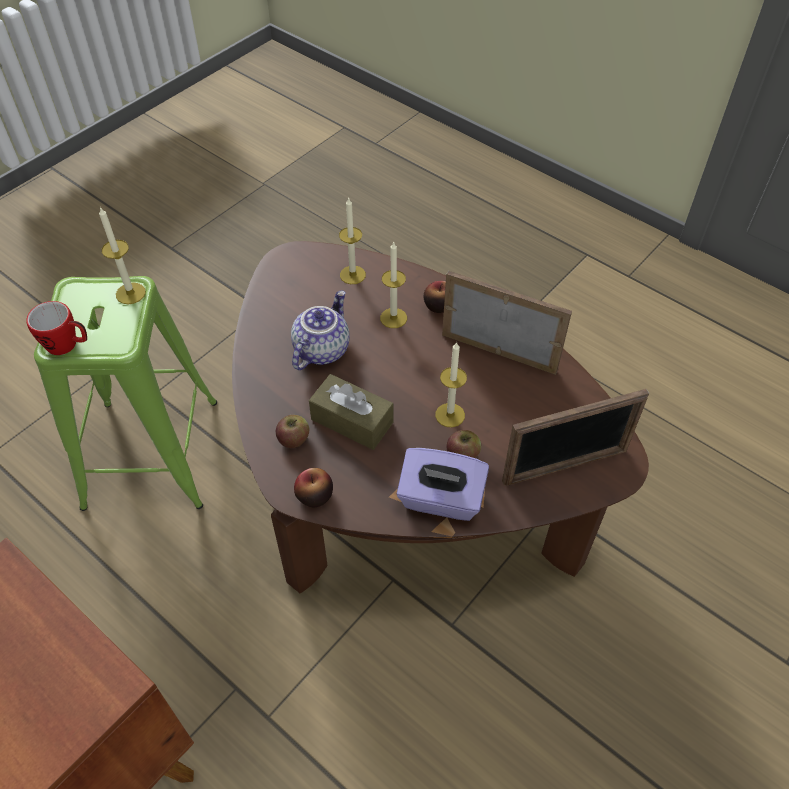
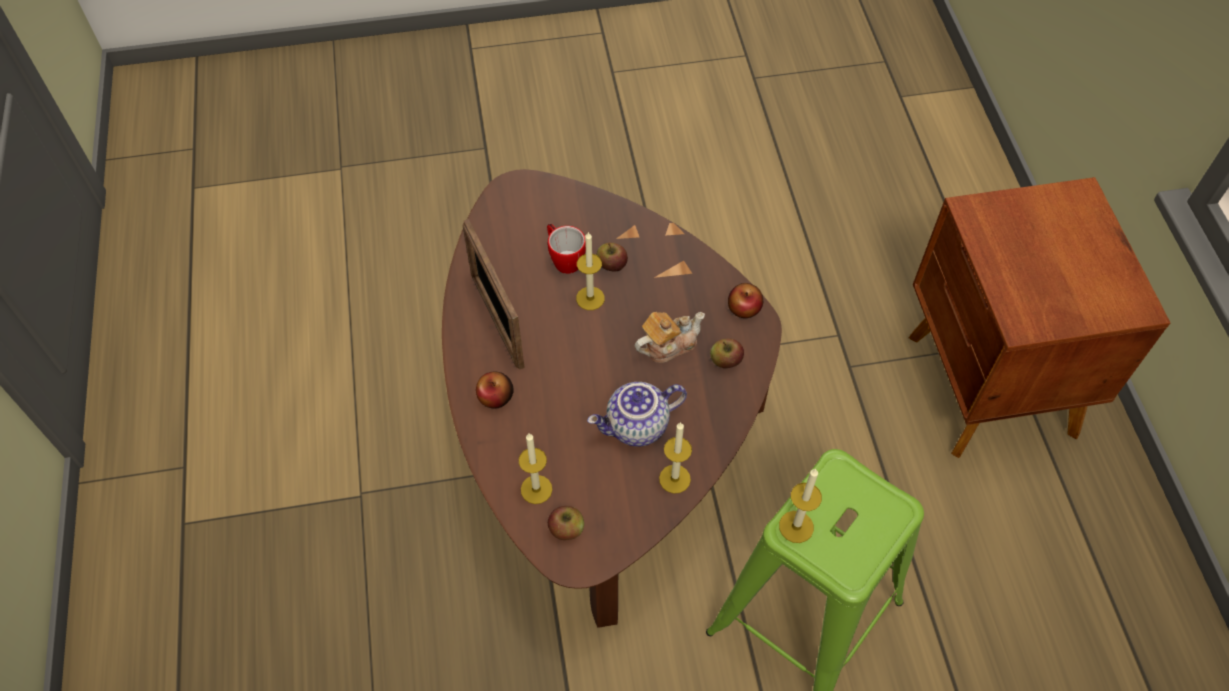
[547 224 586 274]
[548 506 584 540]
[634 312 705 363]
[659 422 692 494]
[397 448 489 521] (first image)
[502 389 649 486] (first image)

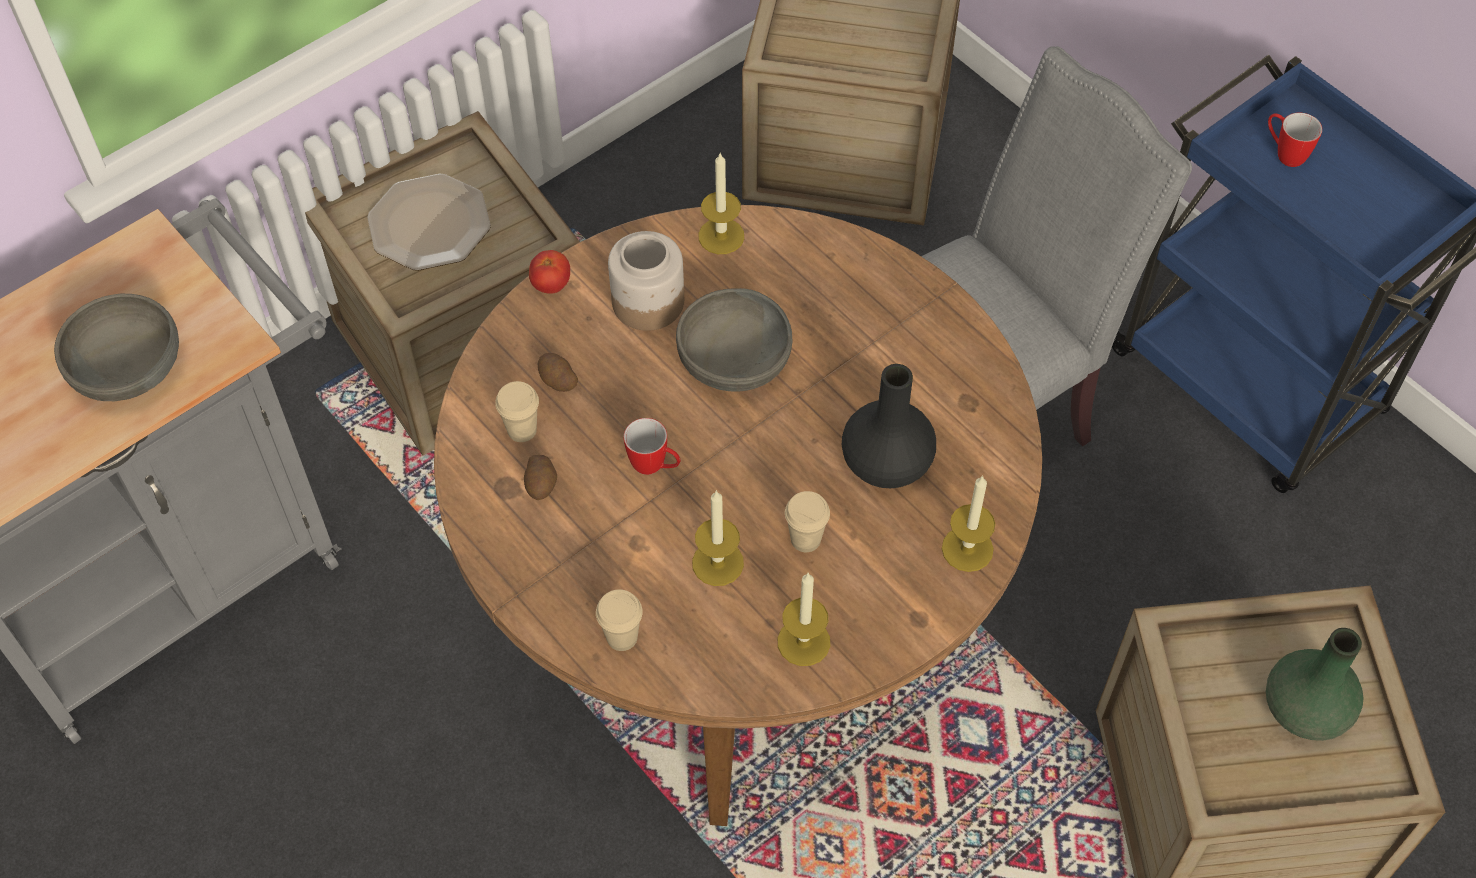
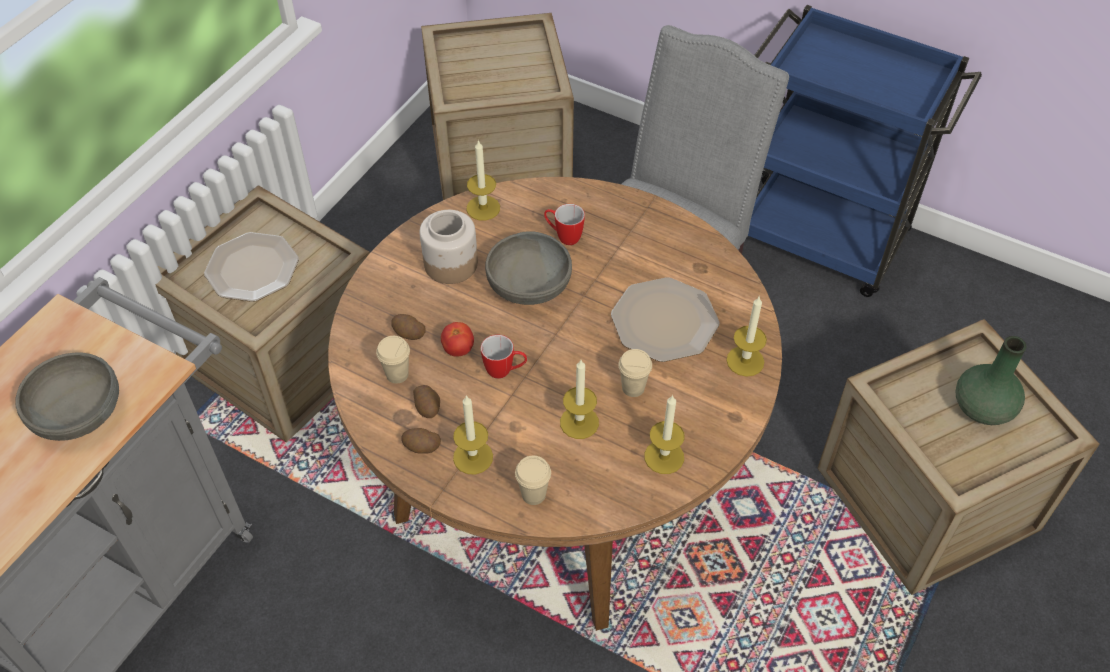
[401 428 441 454]
[441 322 474 357]
[453 395 493 474]
[544 204 585 245]
[611 277 719 362]

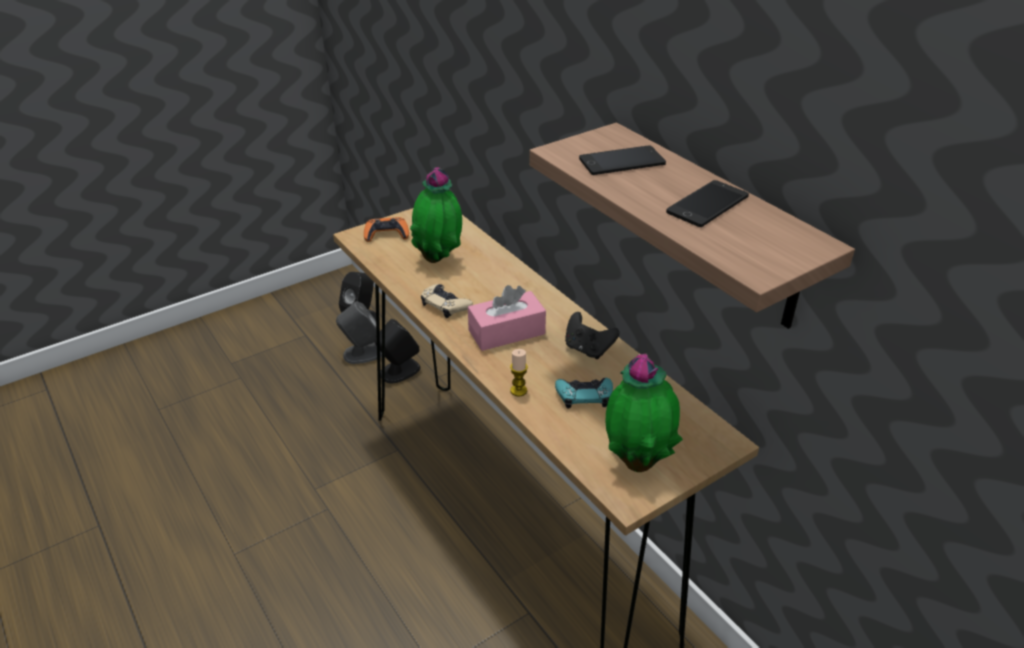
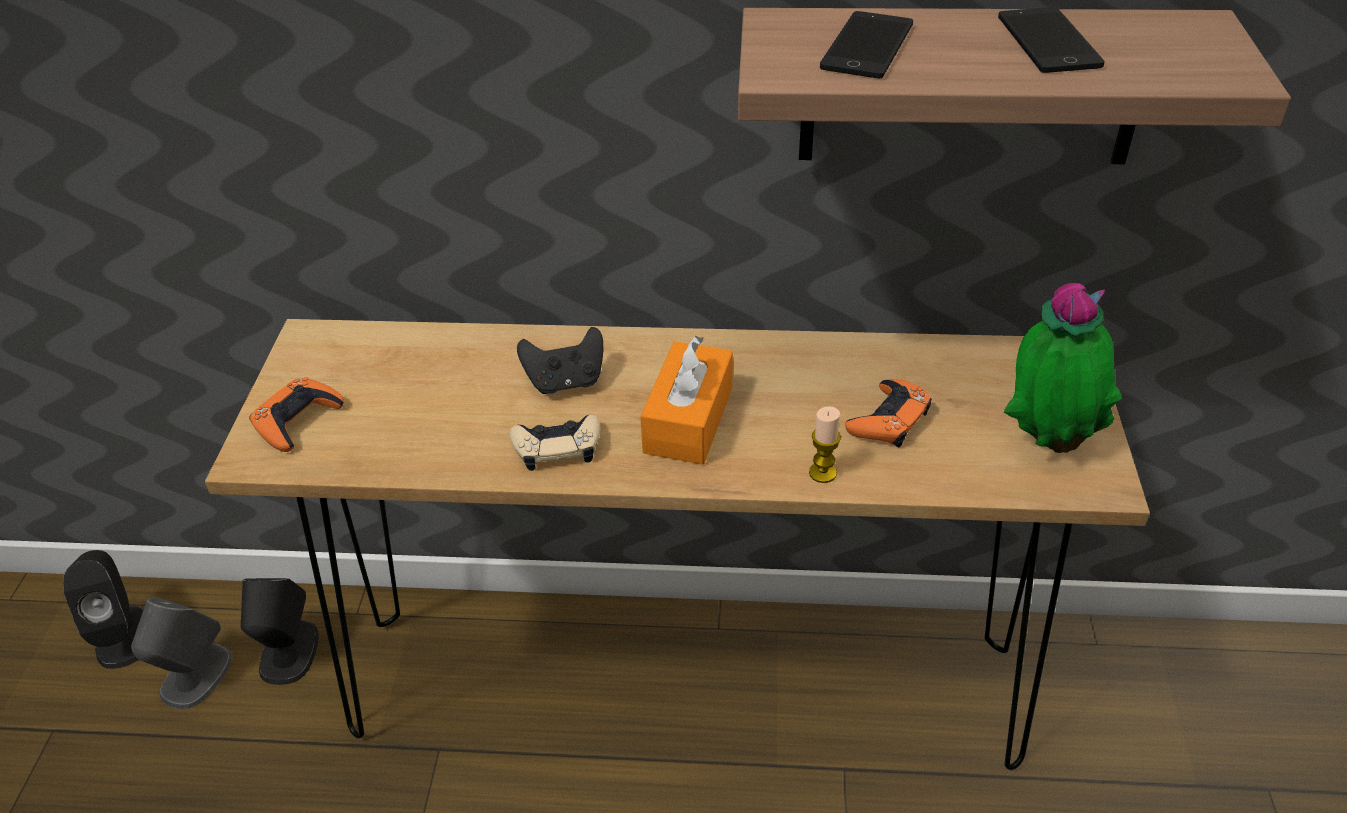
[517 327 603 394]
[640 336 733 465]
[845 379 932 447]
[410 167 462 263] (first image)

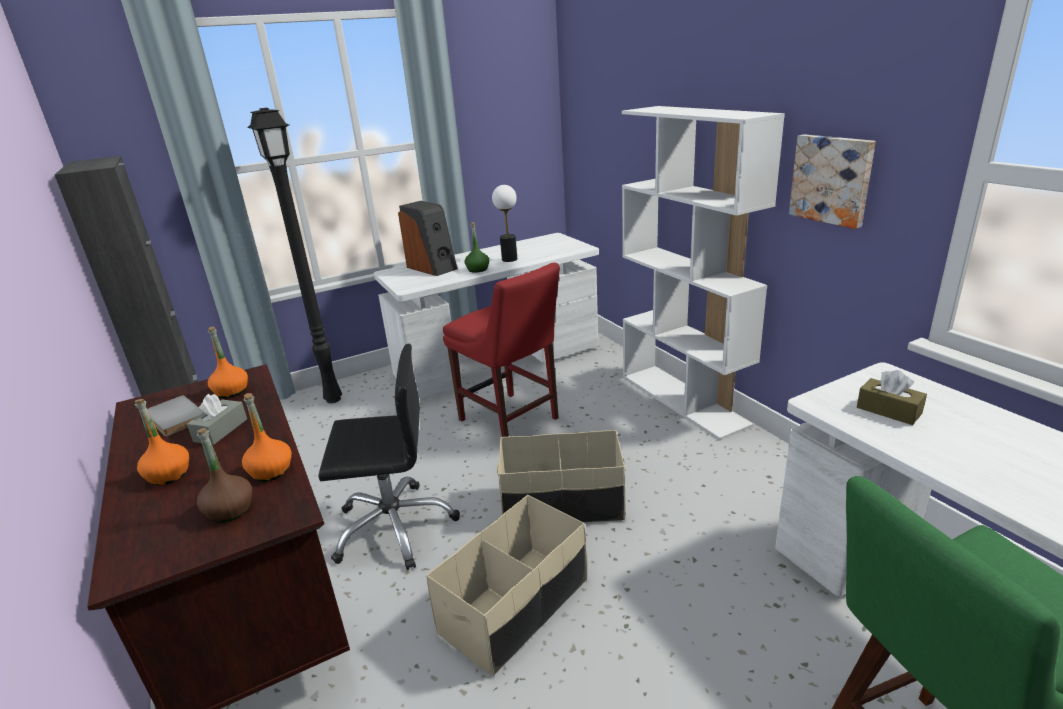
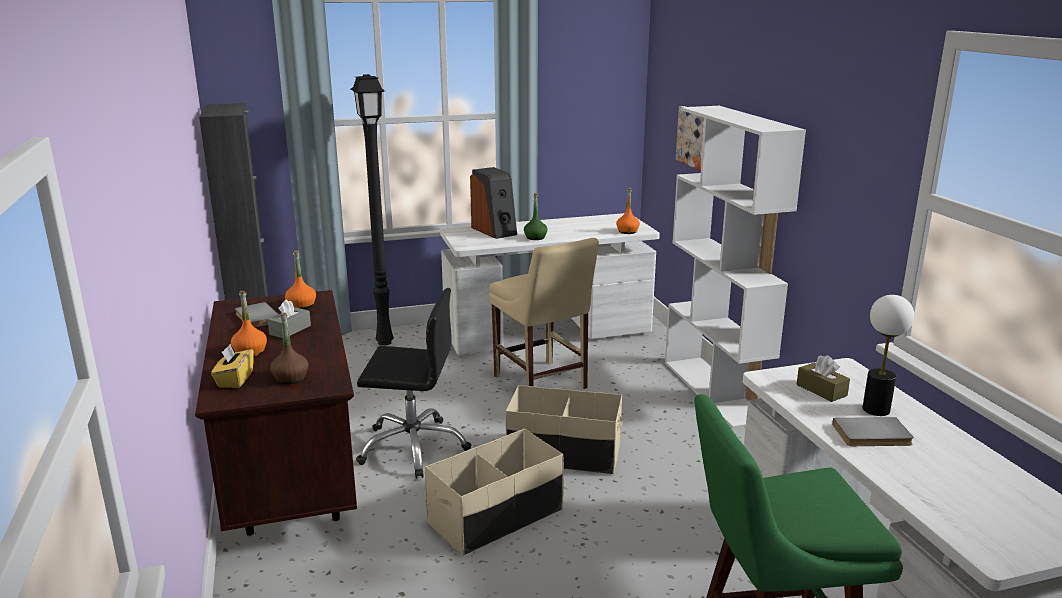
[211 344 254 388]
[489 238 599 389]
[616 188 640 234]
[676 106 705 170]
[832 417 914 446]
[862 295 914 416]

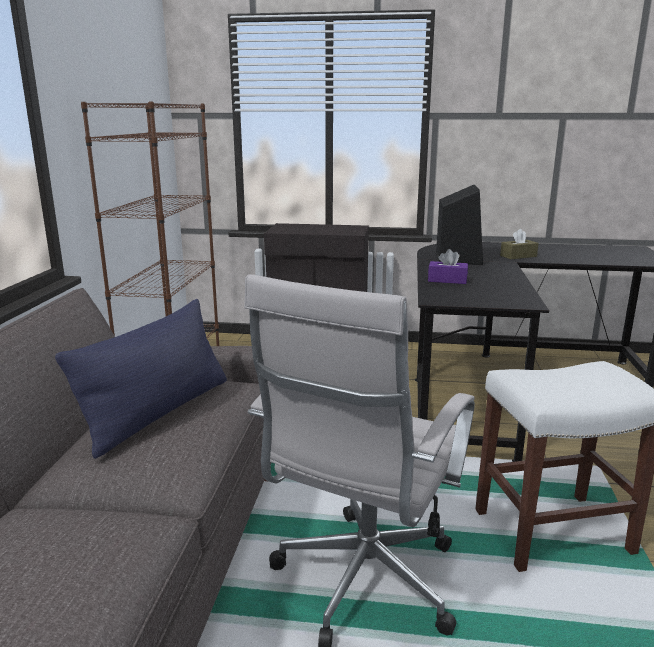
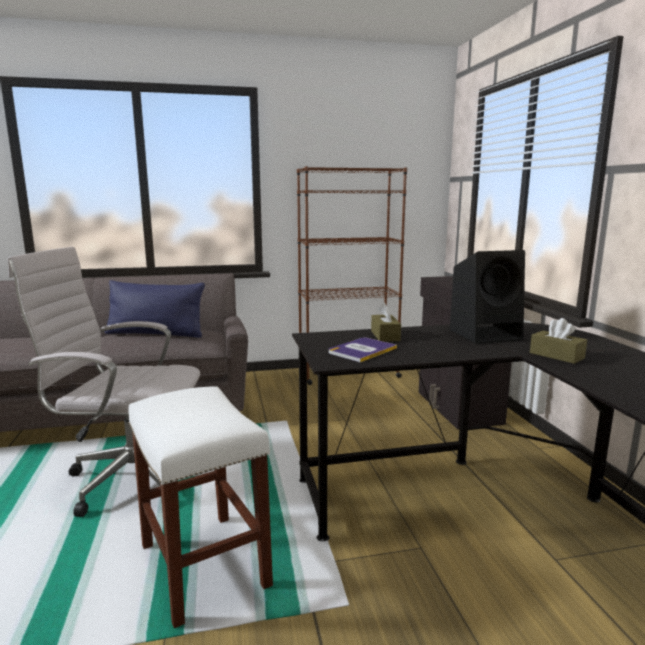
[329 338 397 362]
[371 303 401 342]

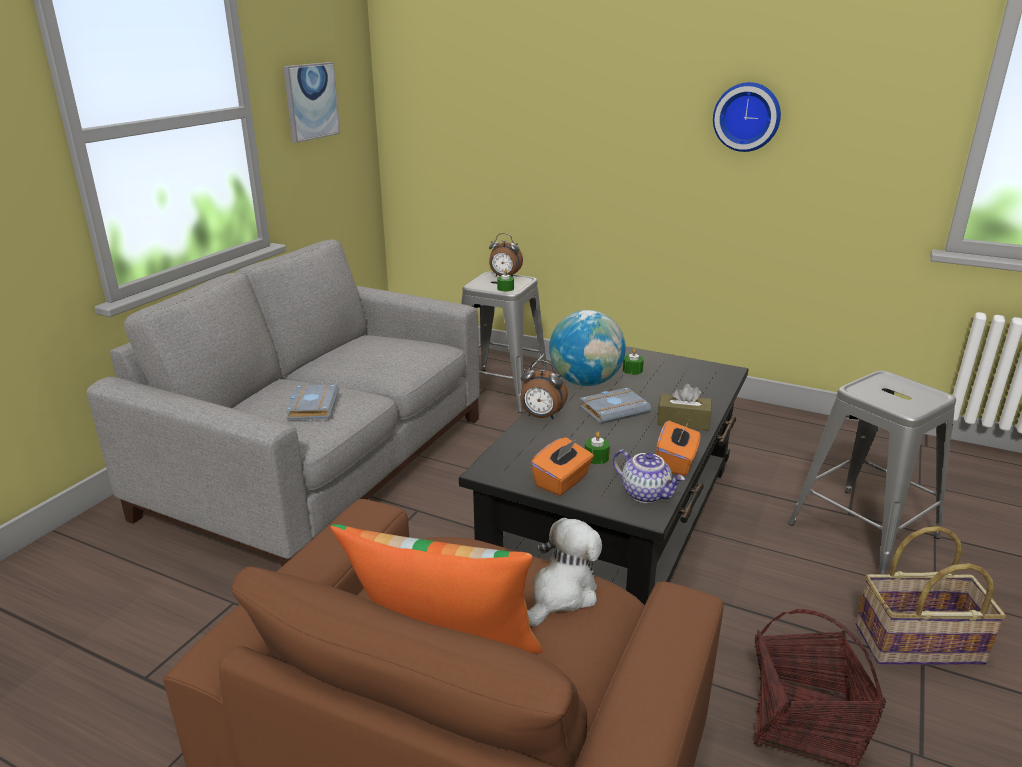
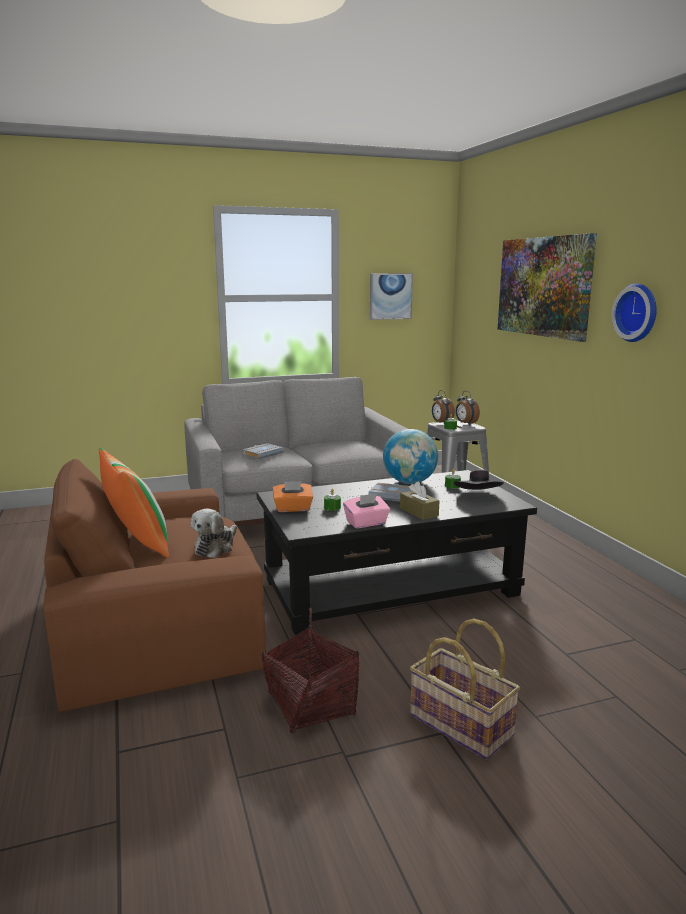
[191 509 237 558]
[343 494 390 529]
[432 390 455 423]
[454 469 504 490]
[497 233 597 342]
[613 450 685 503] (first image)
[788 371 956 574] (first image)

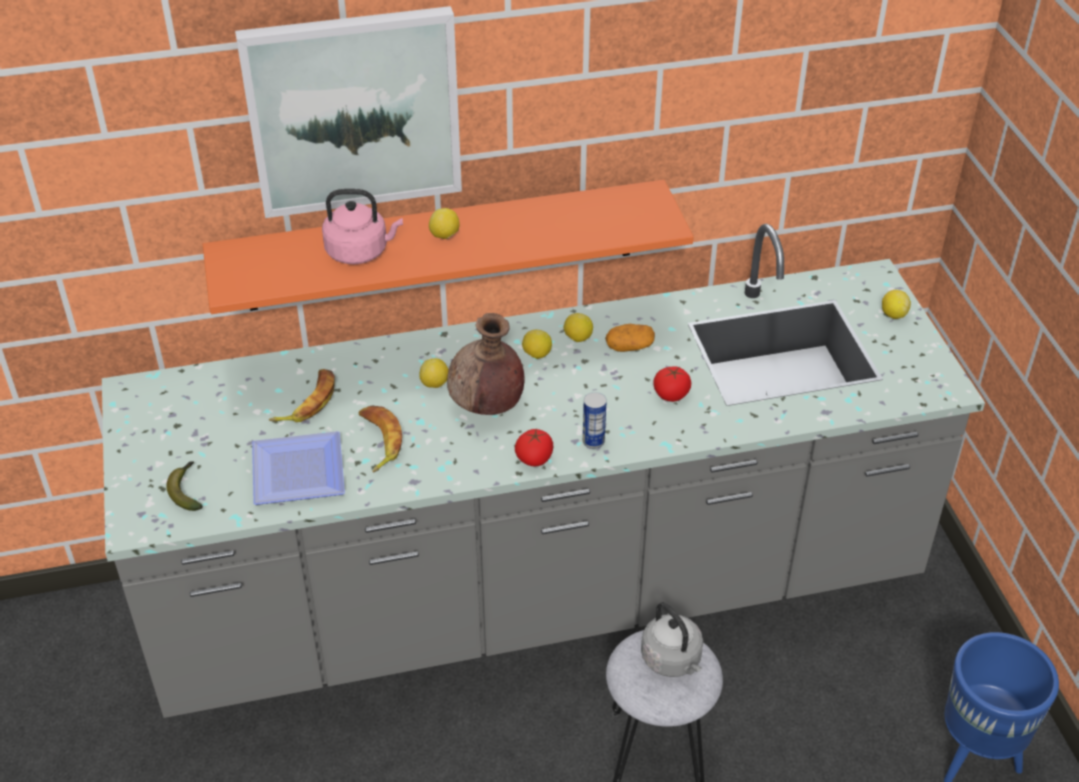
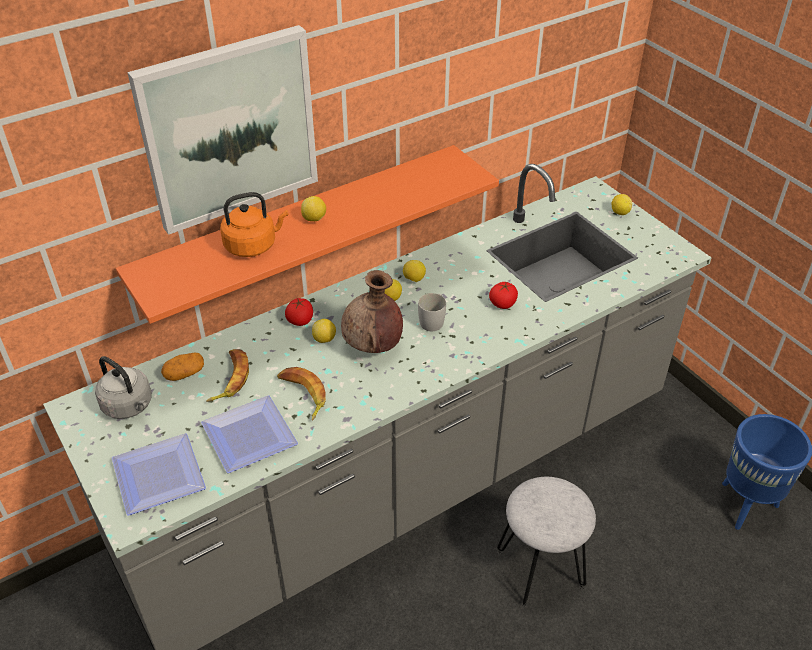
[95 356 152 419]
[112 433 206 516]
[161 352 204 381]
[220 192 289 257]
[285 298 313 326]
[418 293 446 331]
[583 392 607 449] (first image)

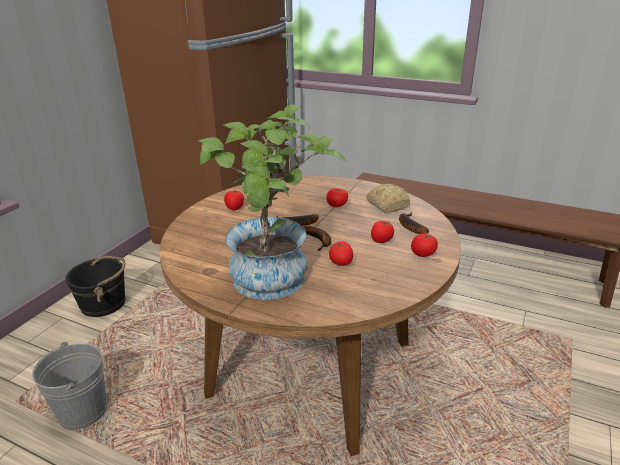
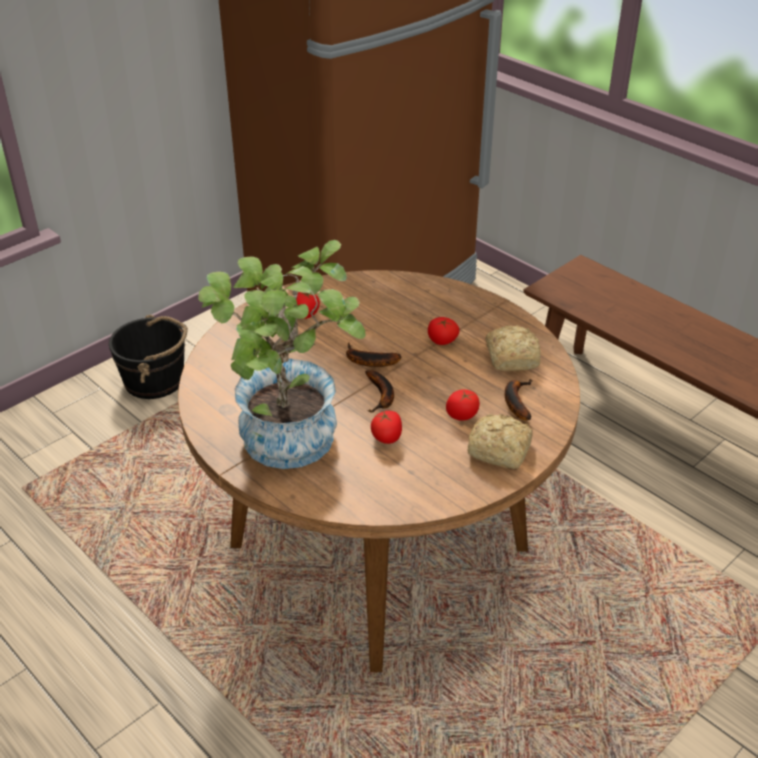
[468 414 533 469]
[32 342 107 431] (first image)

